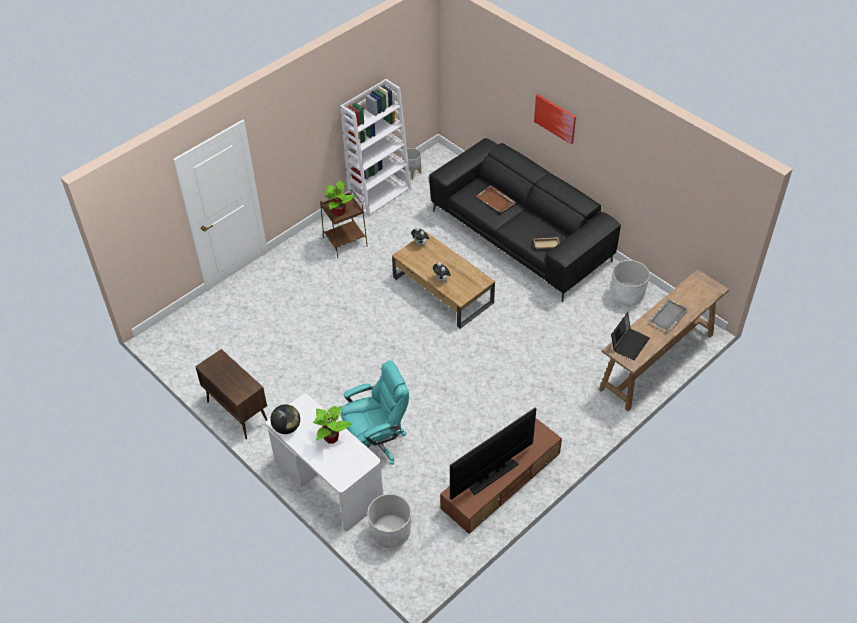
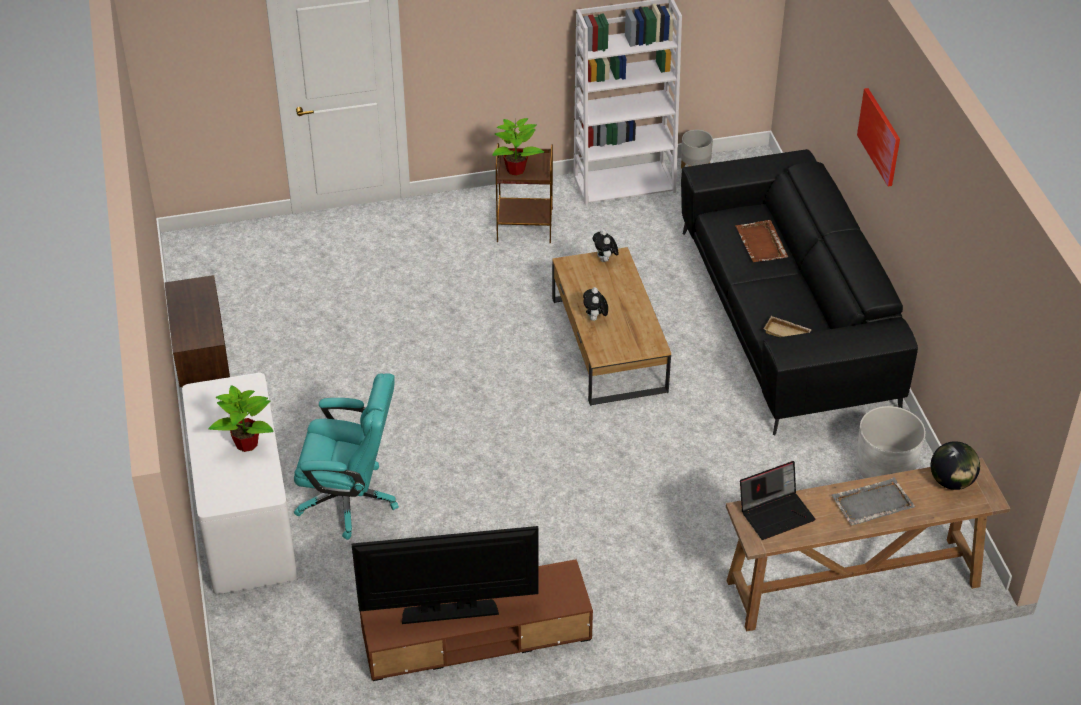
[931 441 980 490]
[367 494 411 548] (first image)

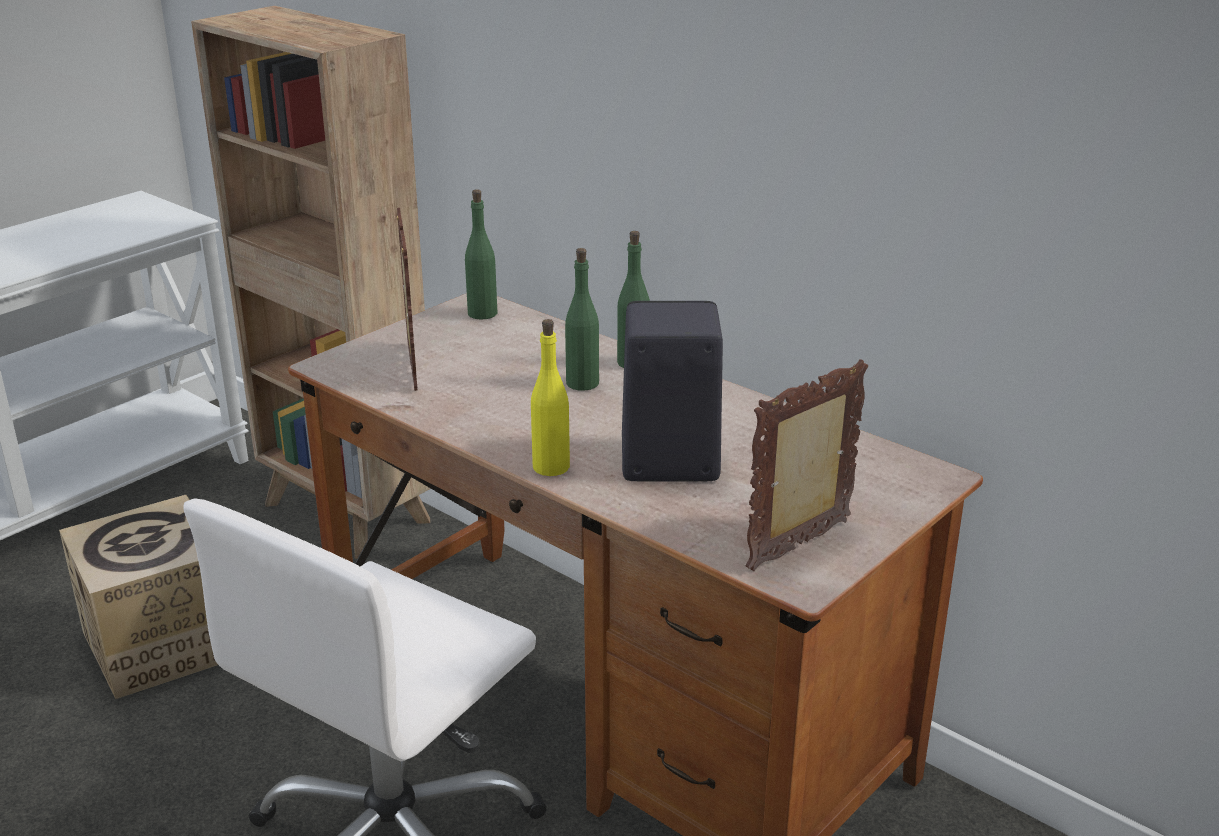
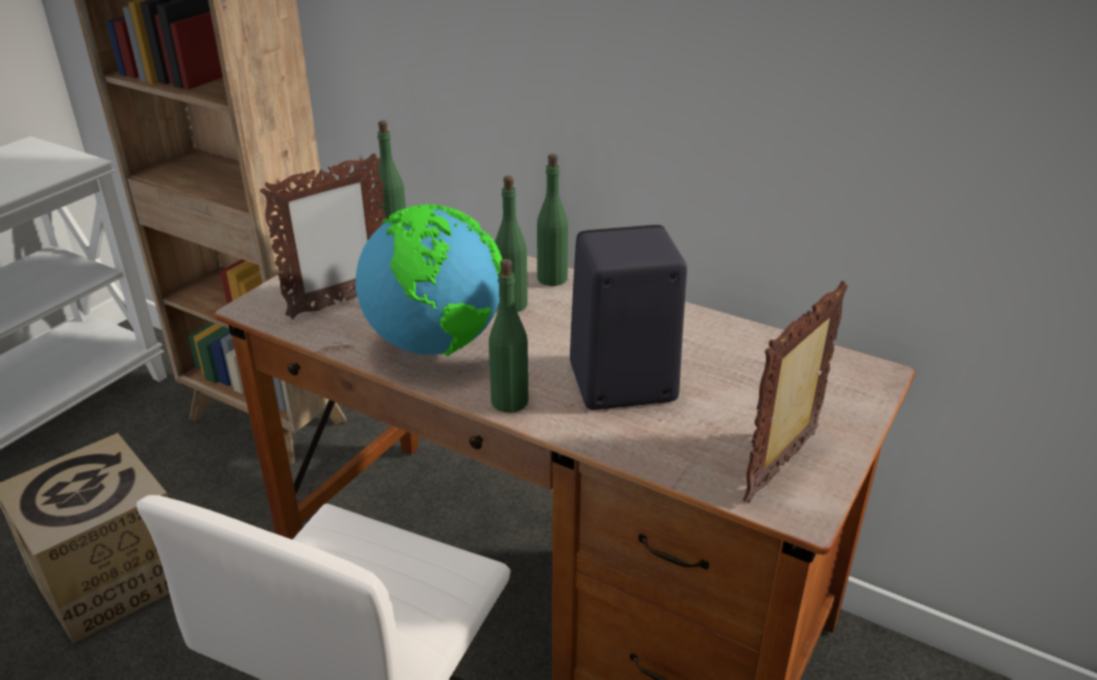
[260 153 386 319]
[356 204 502 356]
[489 259 528 413]

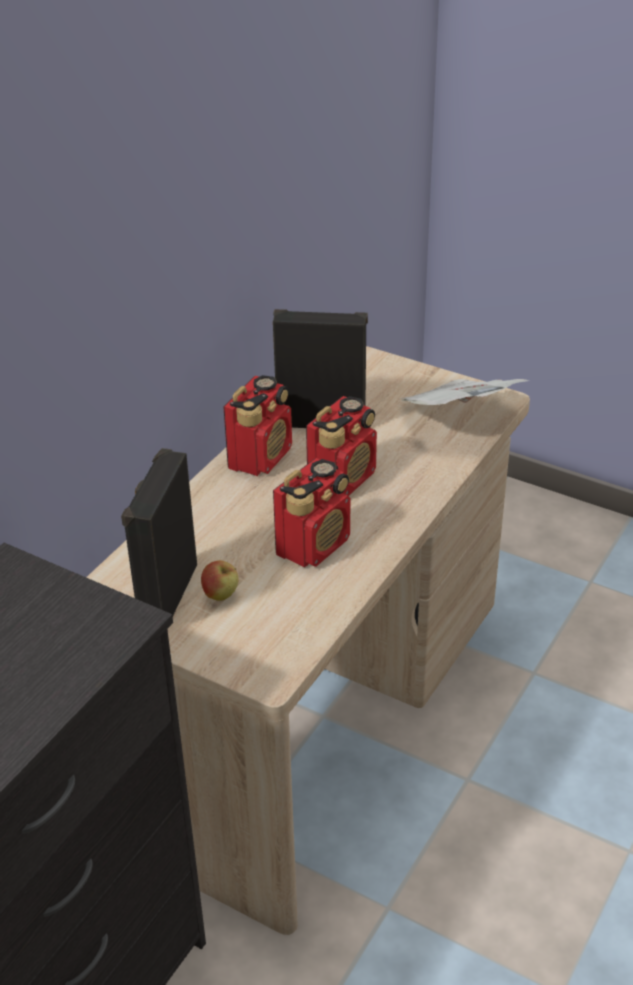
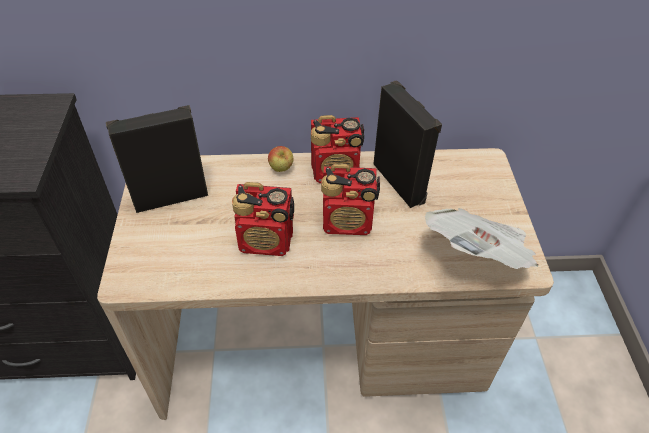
[268 146 294 172]

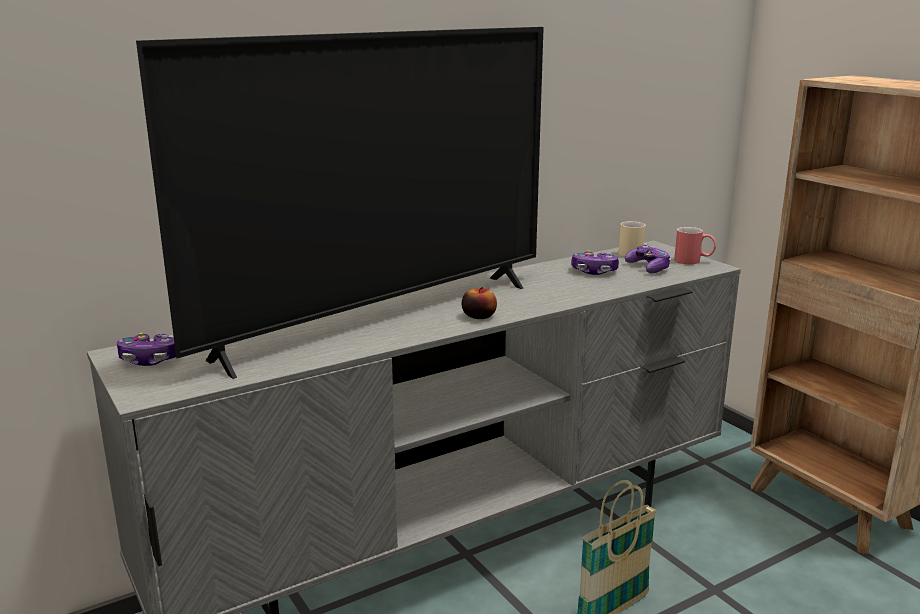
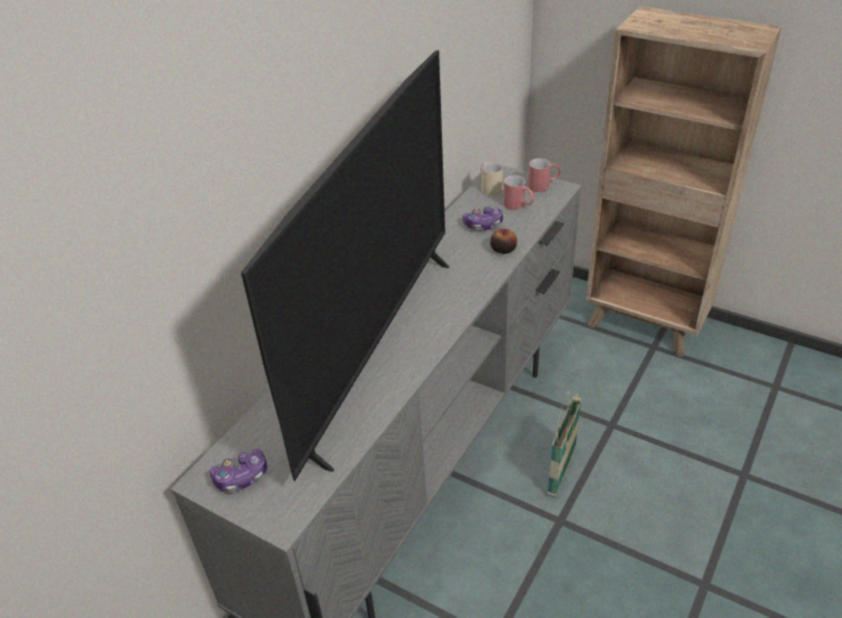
[490 229 517 254]
[503 175 534 210]

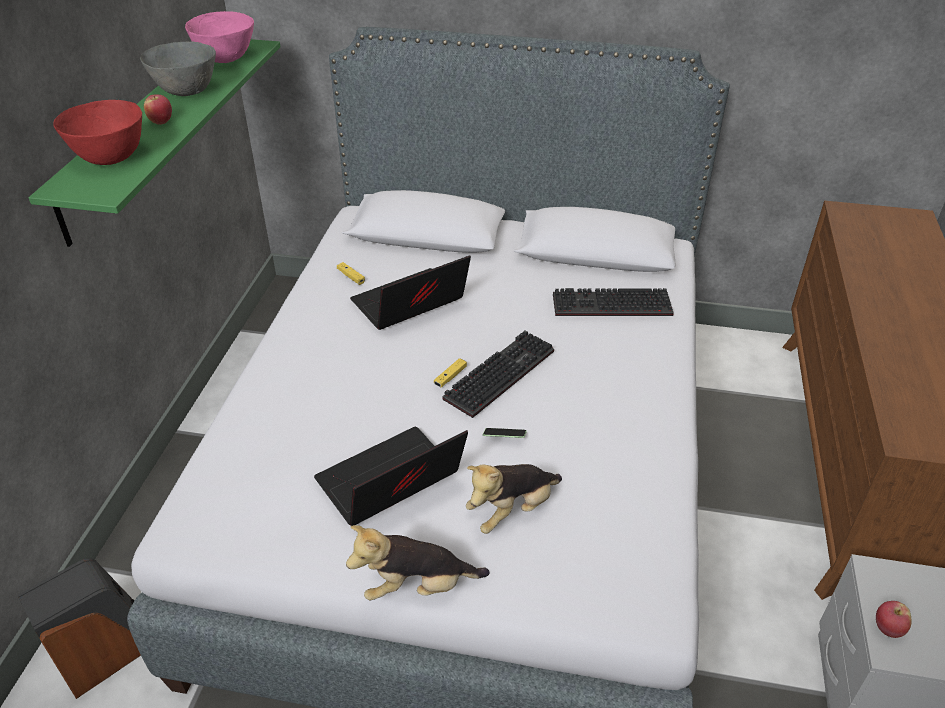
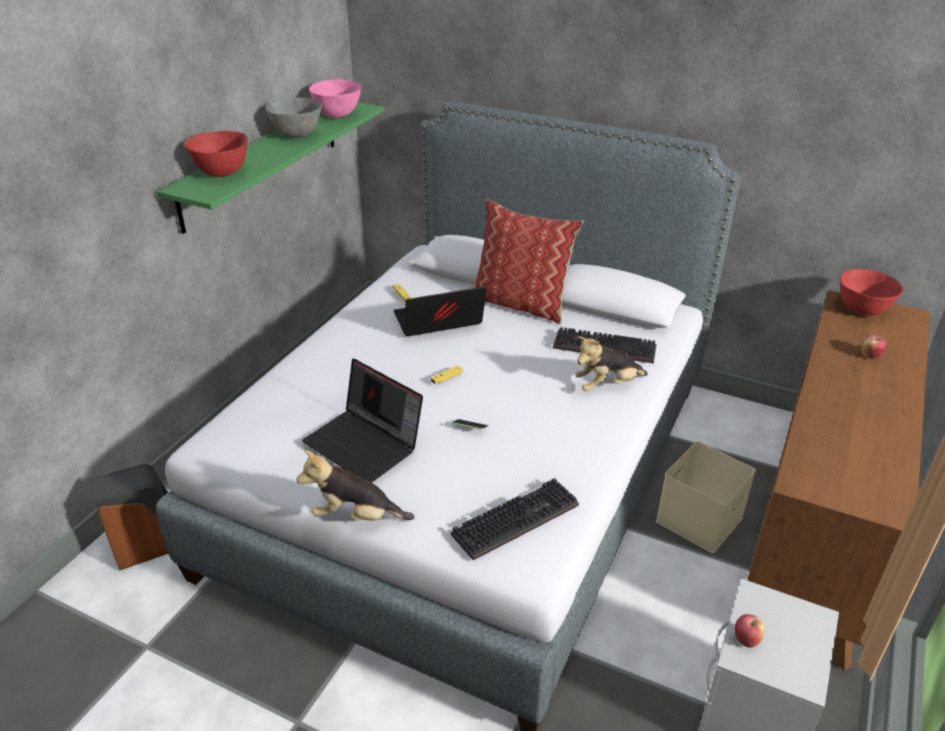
[302 359 423 483]
[451 478 579 560]
[474 199 584 324]
[575 336 648 391]
[656 441 756 553]
[840 269 903 316]
[861 335 887 359]

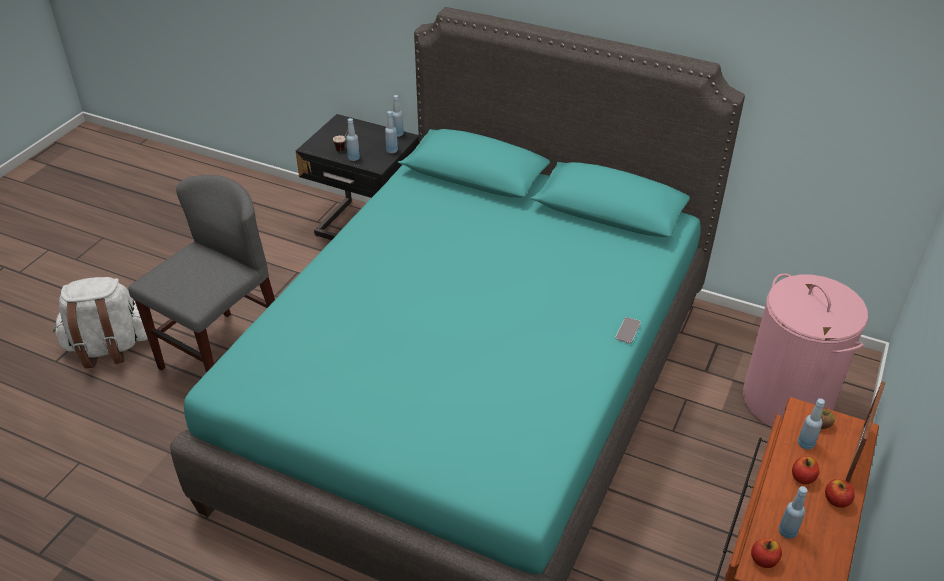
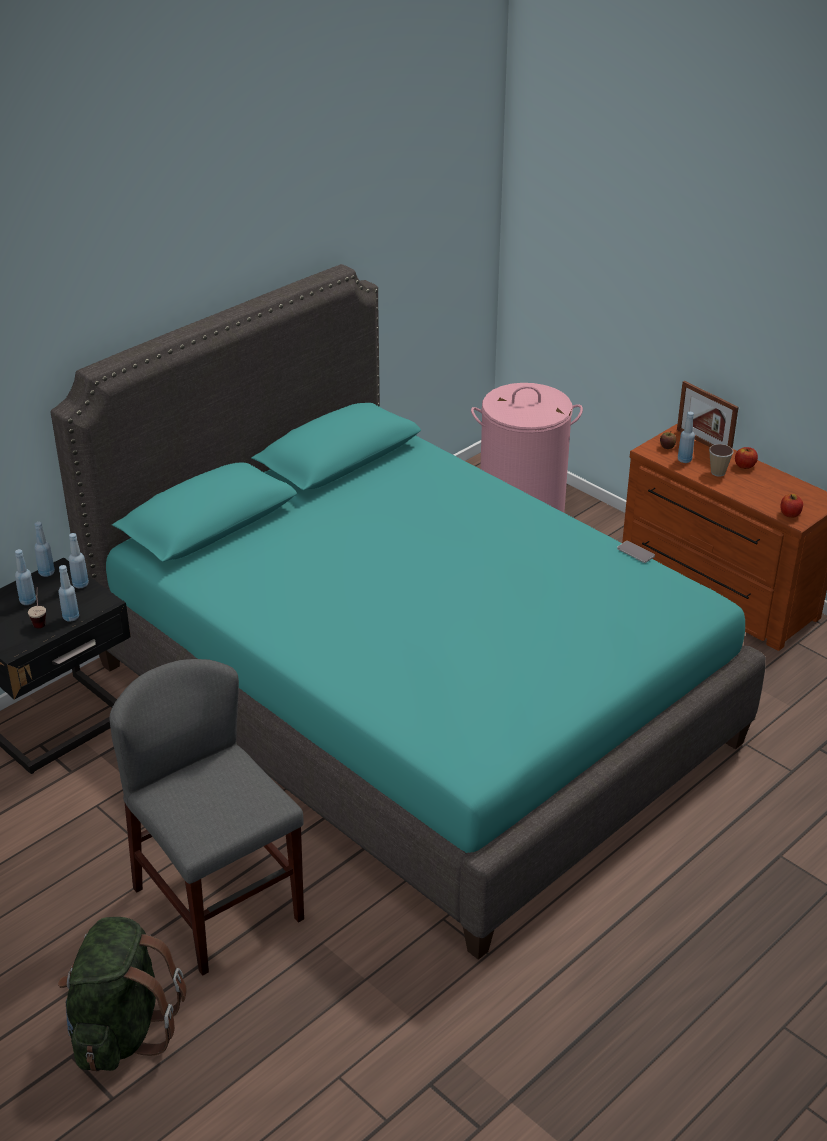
[15 549 36 605]
[58 917 187 1071]
[617 541 655 563]
[709 444 734 476]

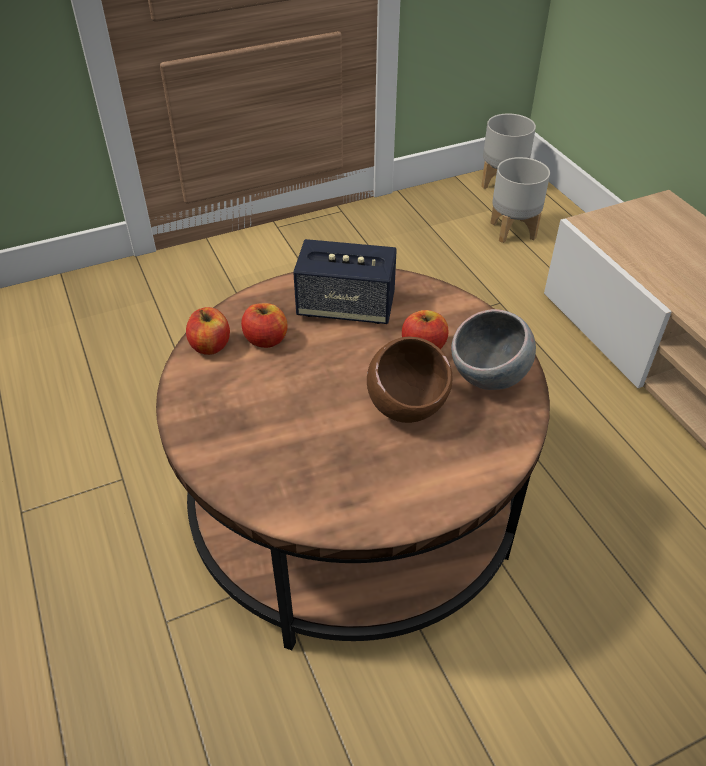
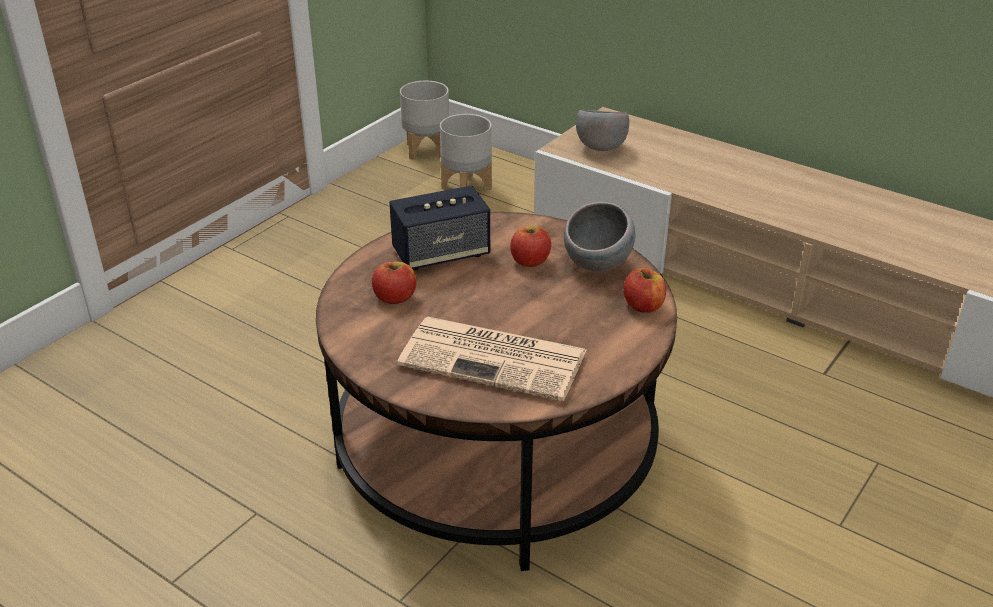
[397 317 586 401]
[576 110 629 151]
[623 268 666 313]
[367 337 453 423] (first image)

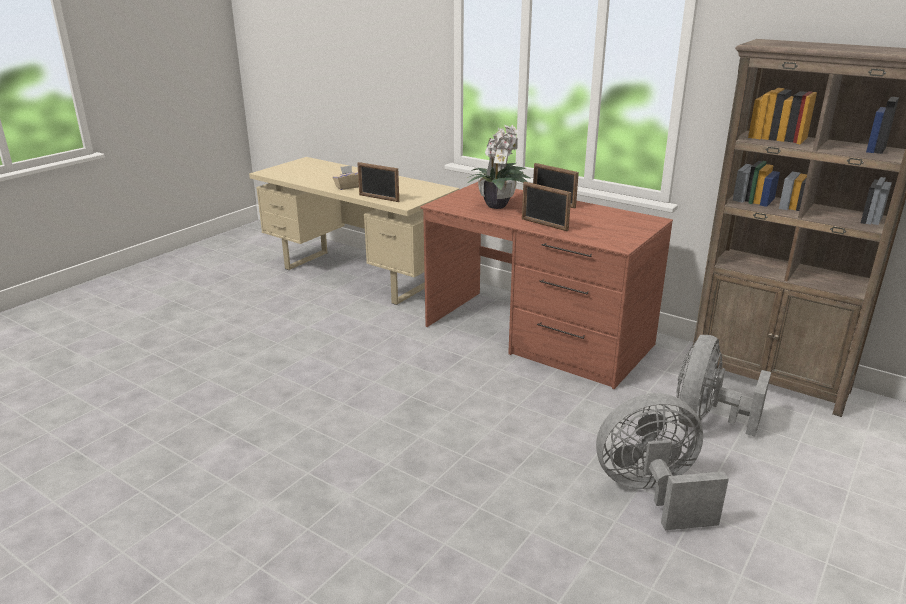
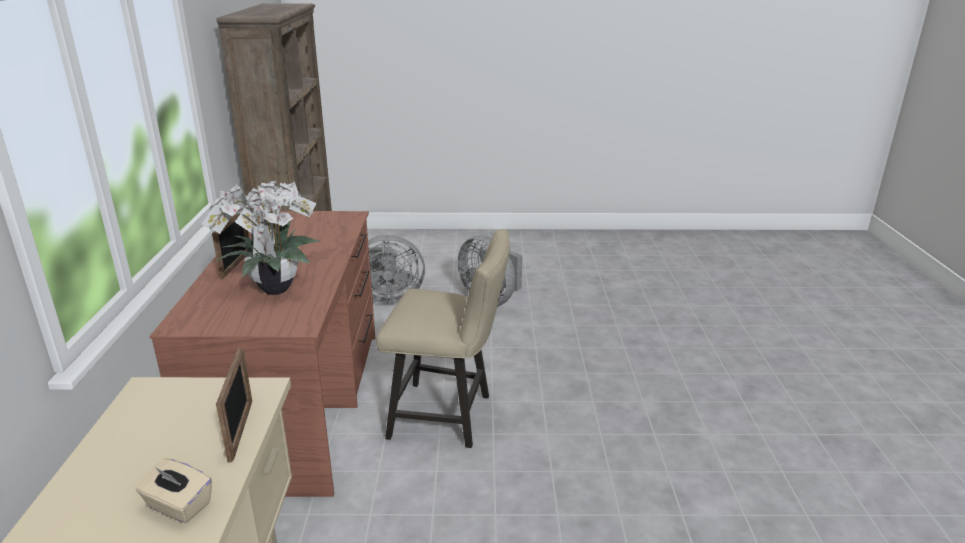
[376 229 510 448]
[522 182 571 231] (first image)

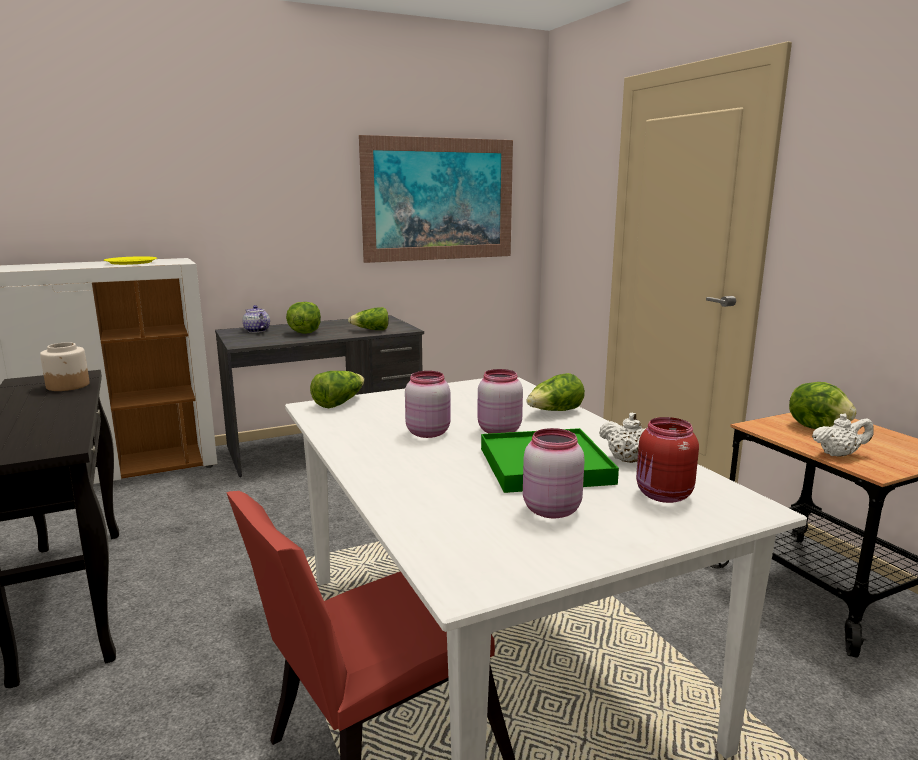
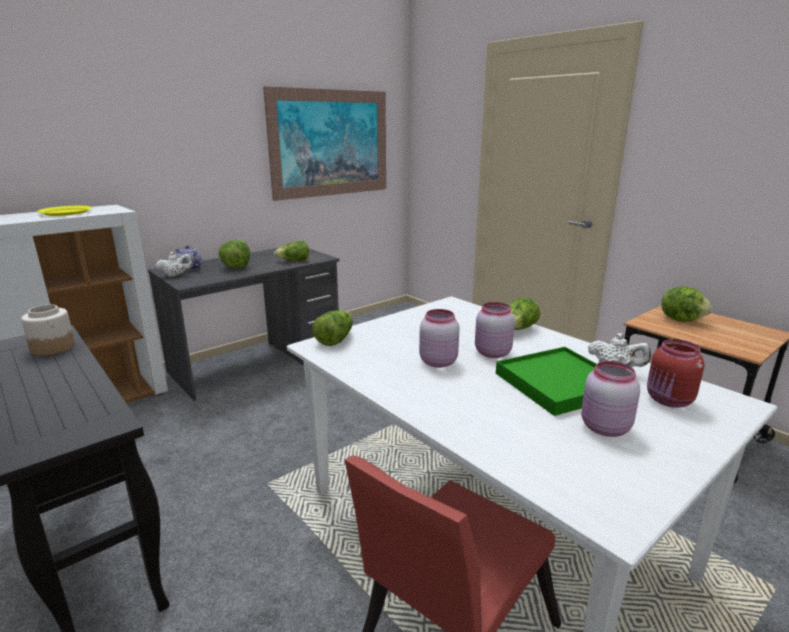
[155 252 193 277]

